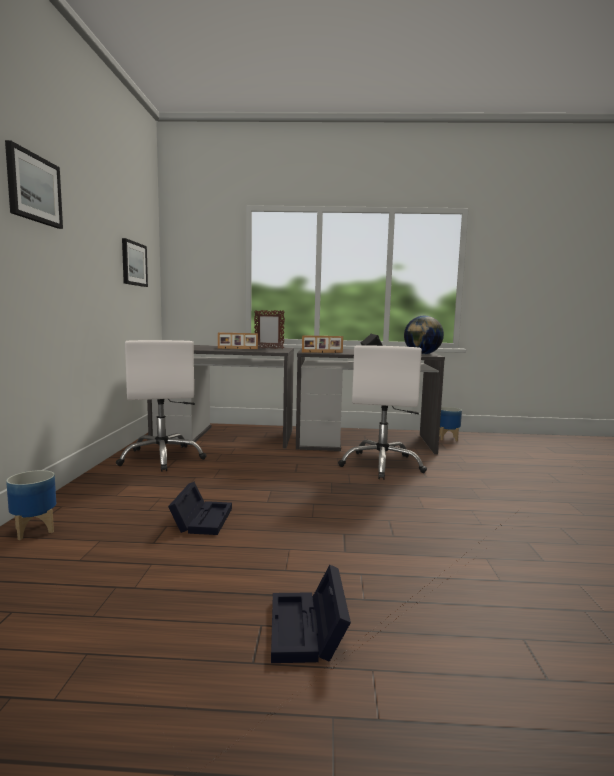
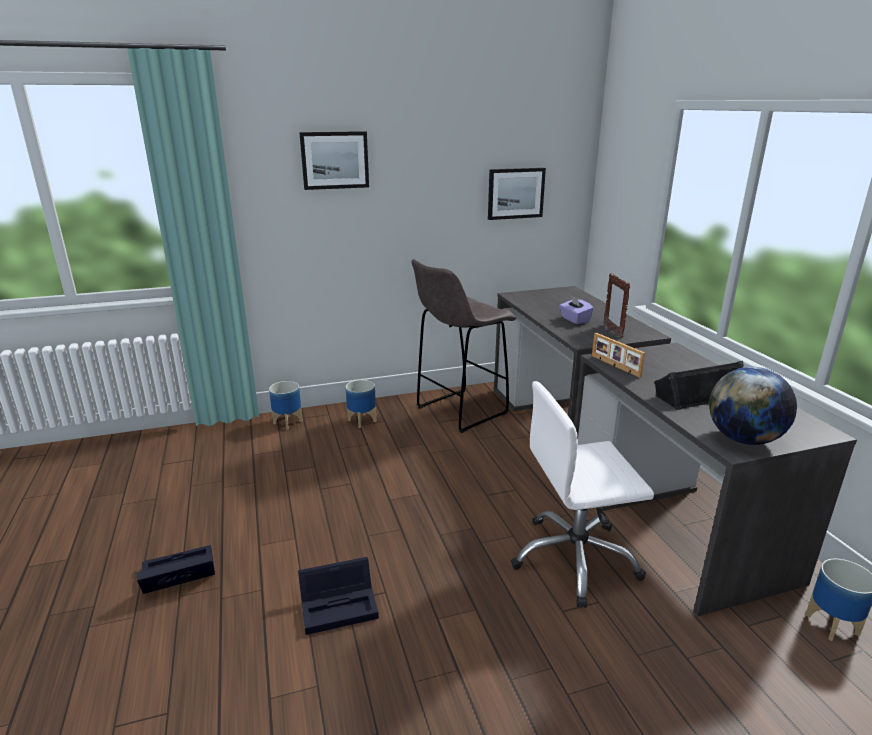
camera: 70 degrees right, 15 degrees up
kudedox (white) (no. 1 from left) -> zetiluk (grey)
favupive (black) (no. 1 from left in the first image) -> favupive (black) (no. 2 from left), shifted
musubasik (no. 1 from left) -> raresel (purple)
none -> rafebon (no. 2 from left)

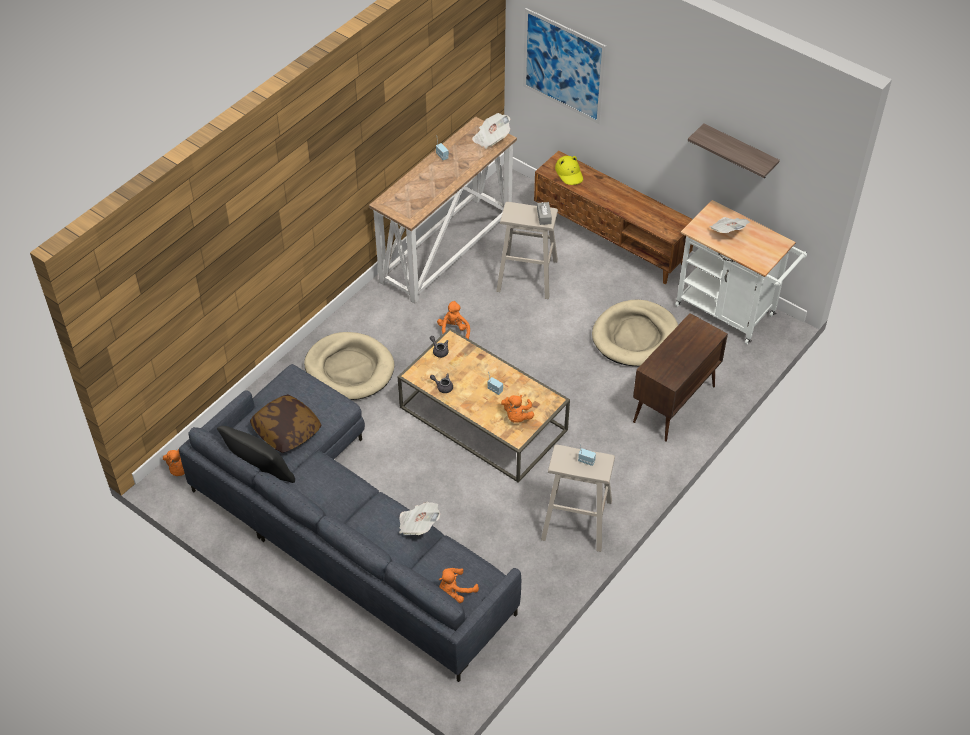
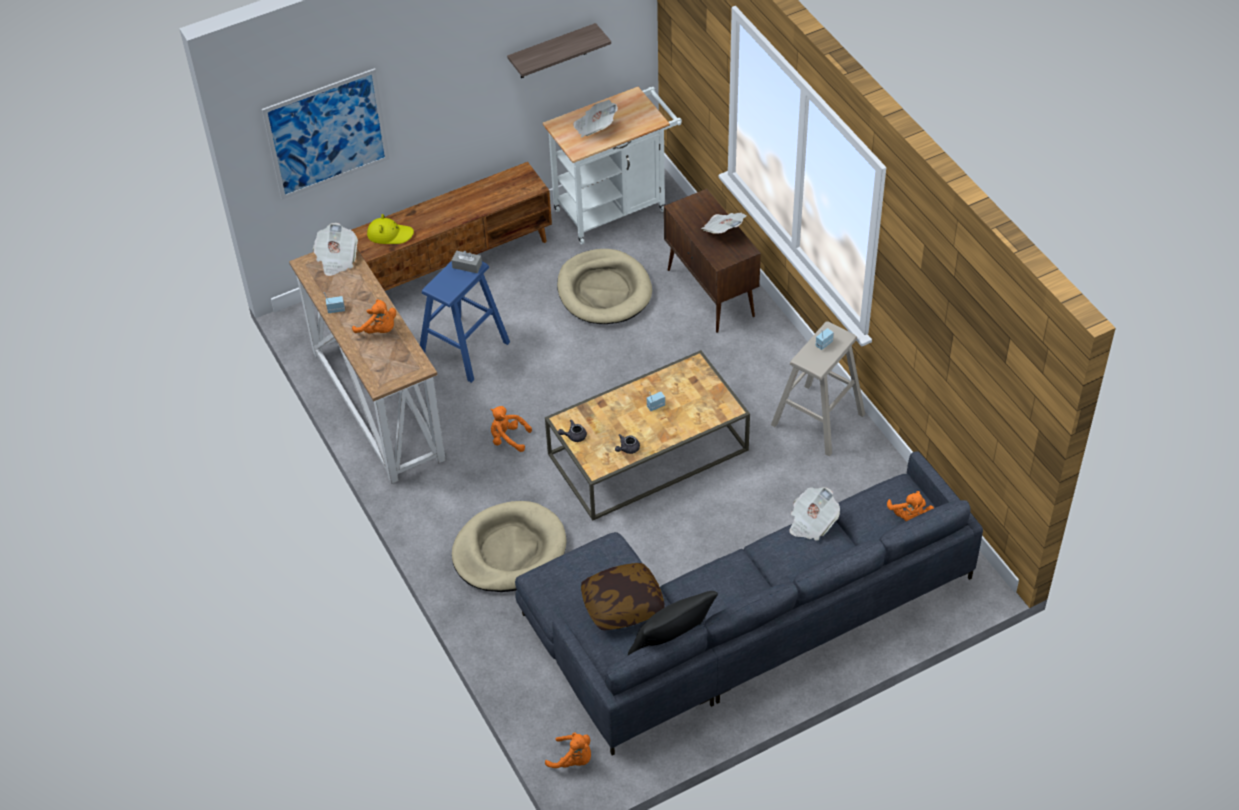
camera: 65 degrees left, 0 degrees up
zetiluk (beige) (no. 1 from left) -> zetiluk (blue)
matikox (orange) (no. 4 from left in the first image) -> matikox (orange) (no. 1 from left), shifted
none -> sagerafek (no. 3 from left)

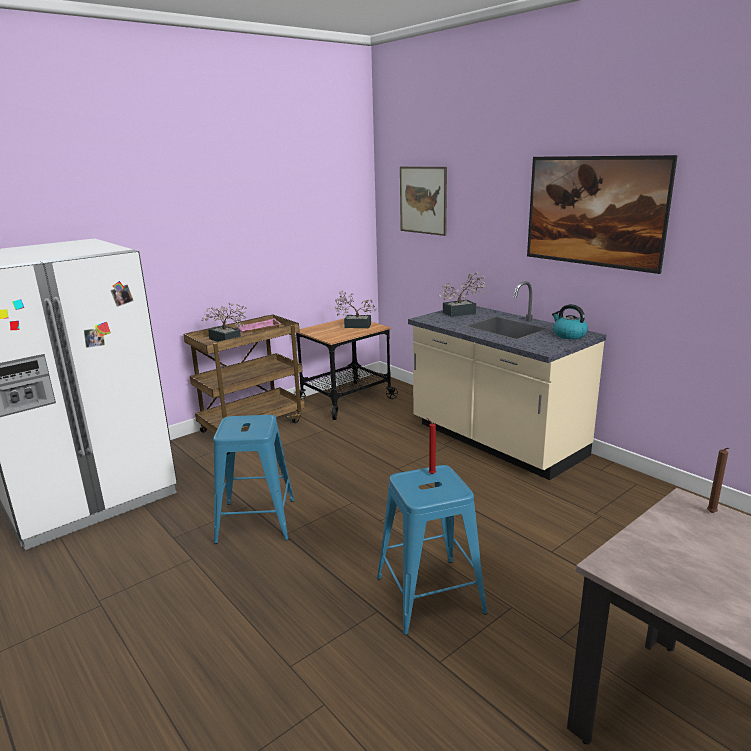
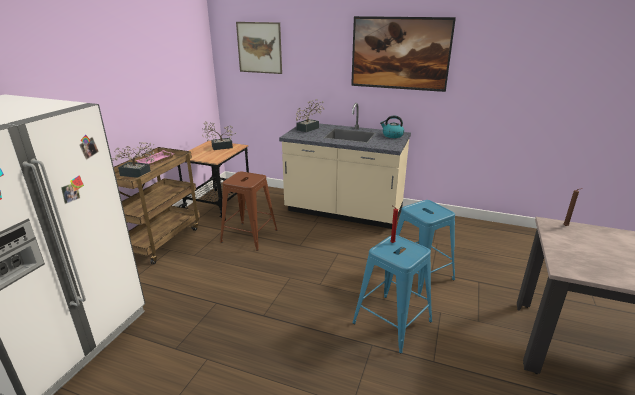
camera: 30 degrees left, 5 degrees up
zetiluk (blue) (no. 1 from left in the first image) -> zetiluk (blue) (no. 2 from left), shifted
none -> zetiluk (brown)

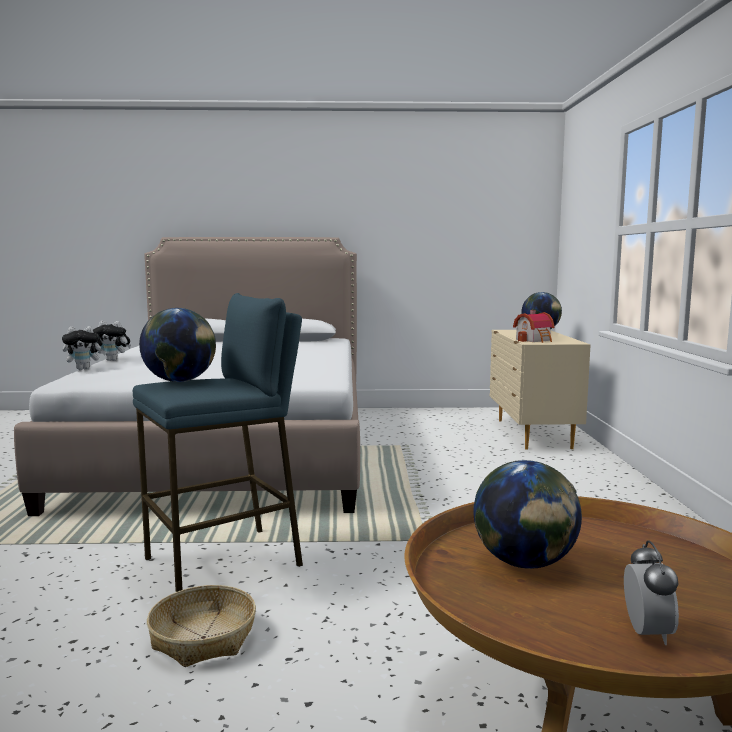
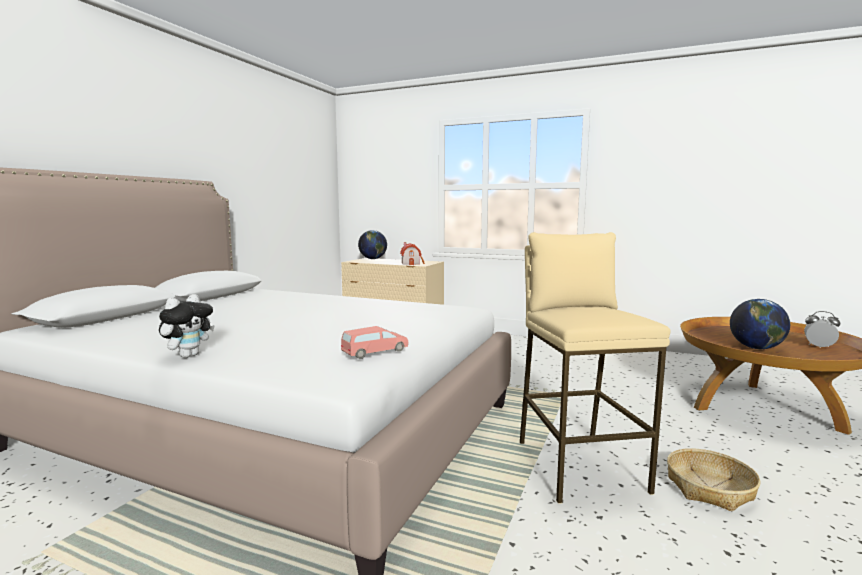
camera: 65 degrees left, 0 degrees up
matikox (no. 1 from left) -> none
zetiluk (blue) -> zetiluk (beige)
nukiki (no. 1 from left) -> none
none -> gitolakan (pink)

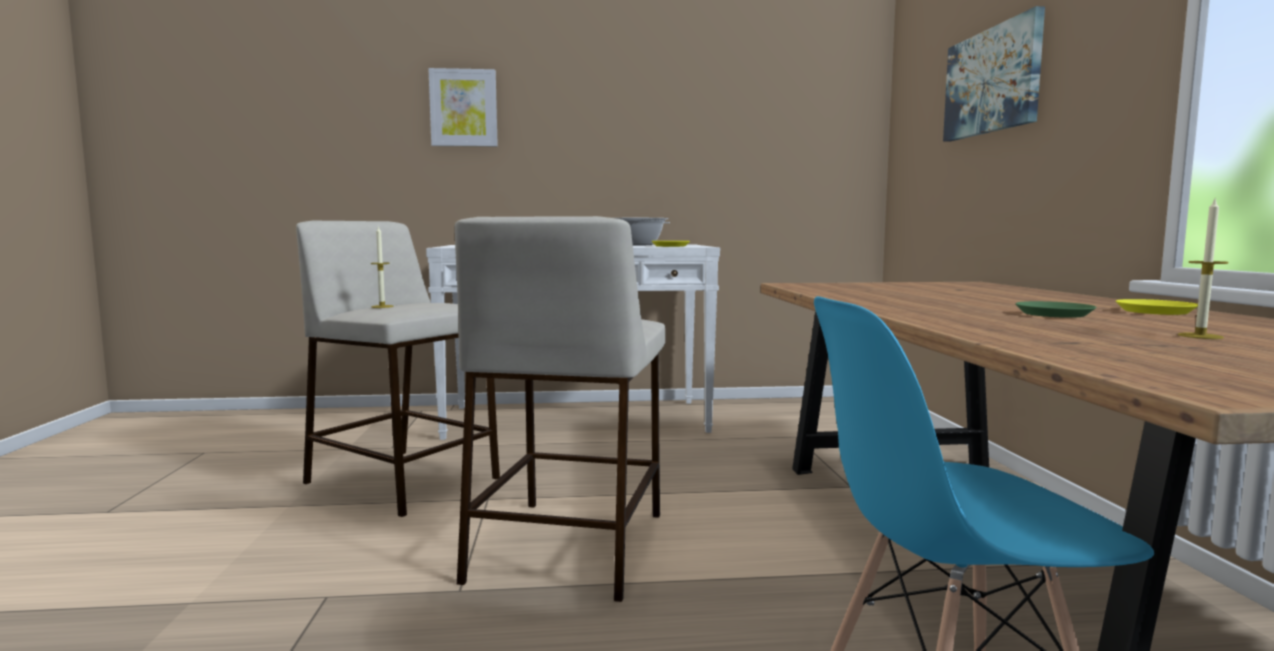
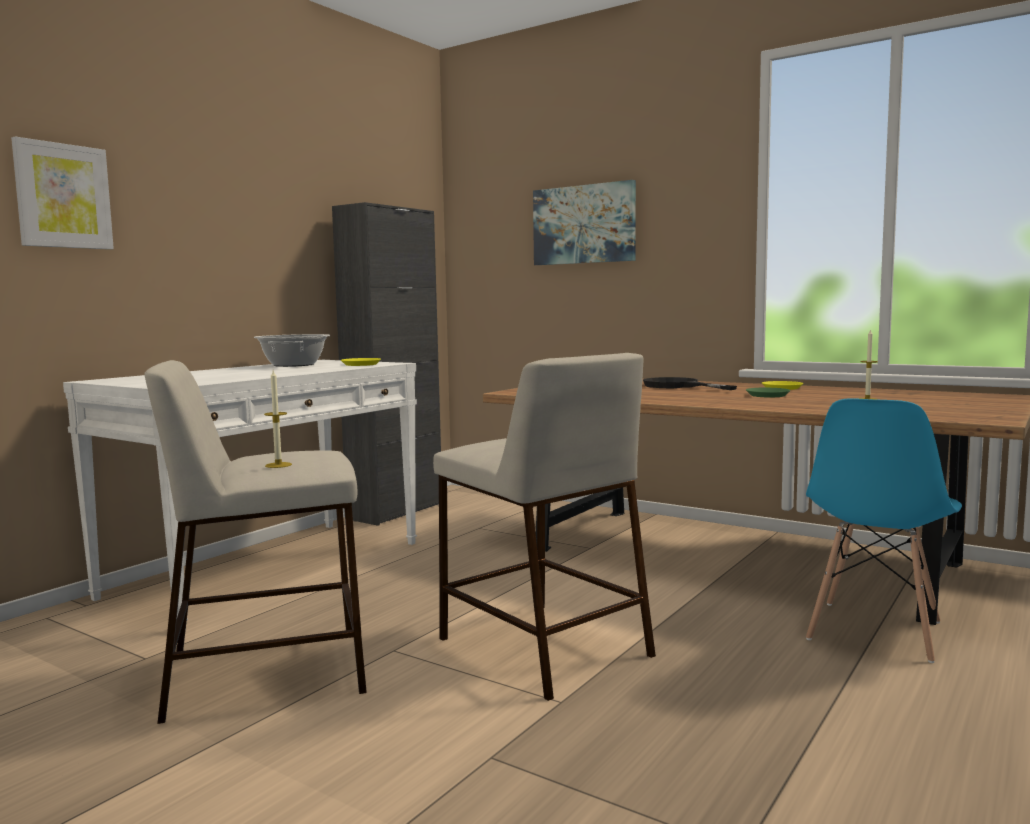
camera: 50 degrees left, 0 degrees up
none -> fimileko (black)
none -> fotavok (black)

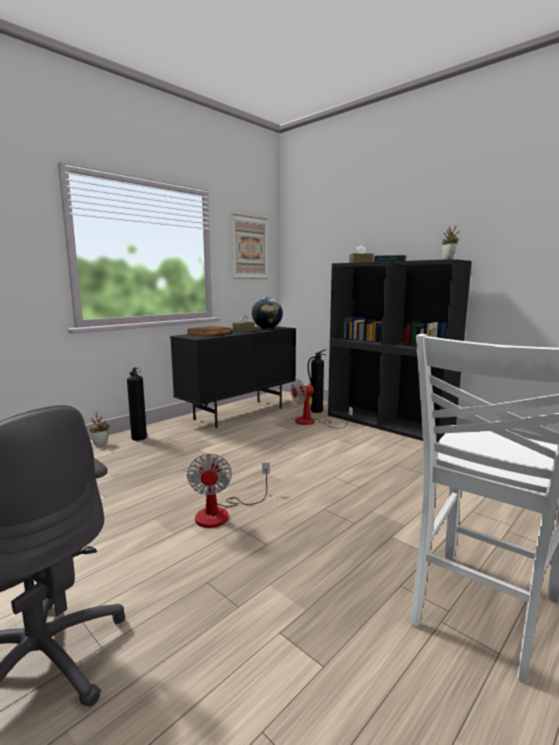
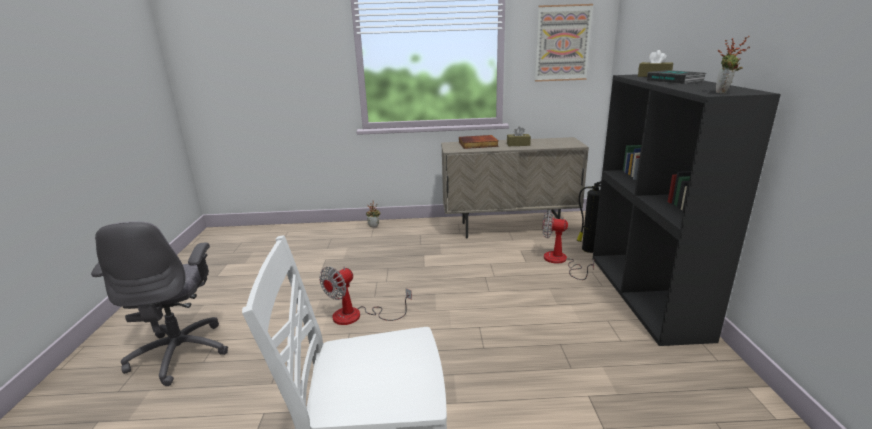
camera: 45 degrees right, 10 degrees up
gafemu (no. 1 from left) -> none
fimileko (black) -> fimileko (beige)
nukiki -> none

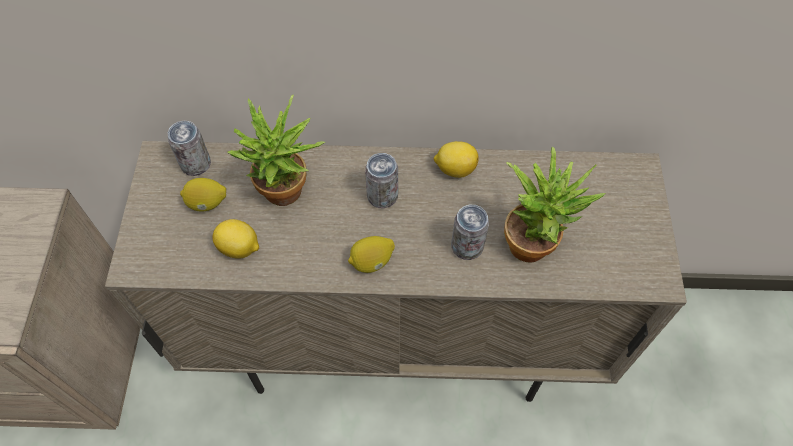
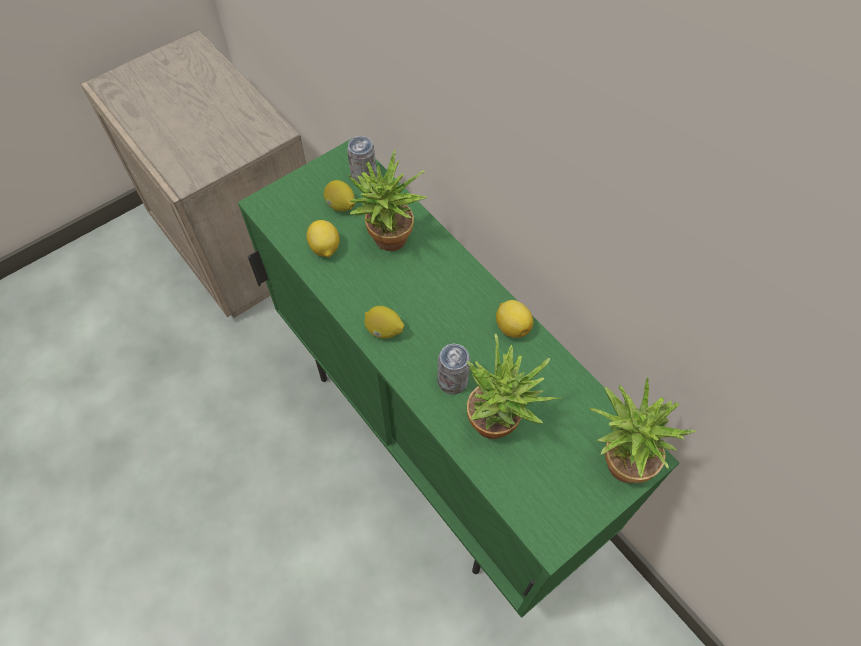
camera: 50 degrees right, 0 degrees up
fimileko (beige) -> fimileko (green)
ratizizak (no. 2 from left) -> none
none -> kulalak (no. 3 from left)

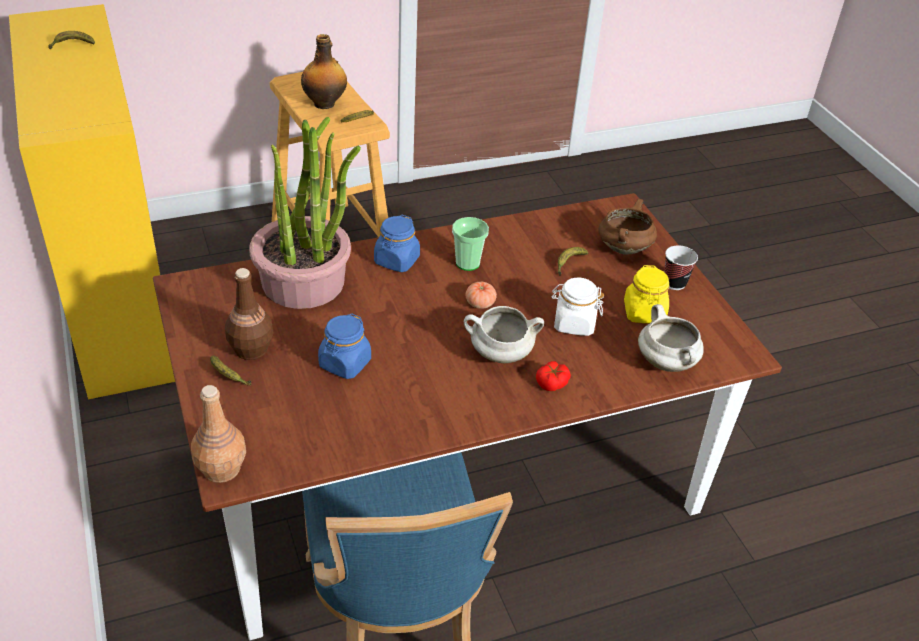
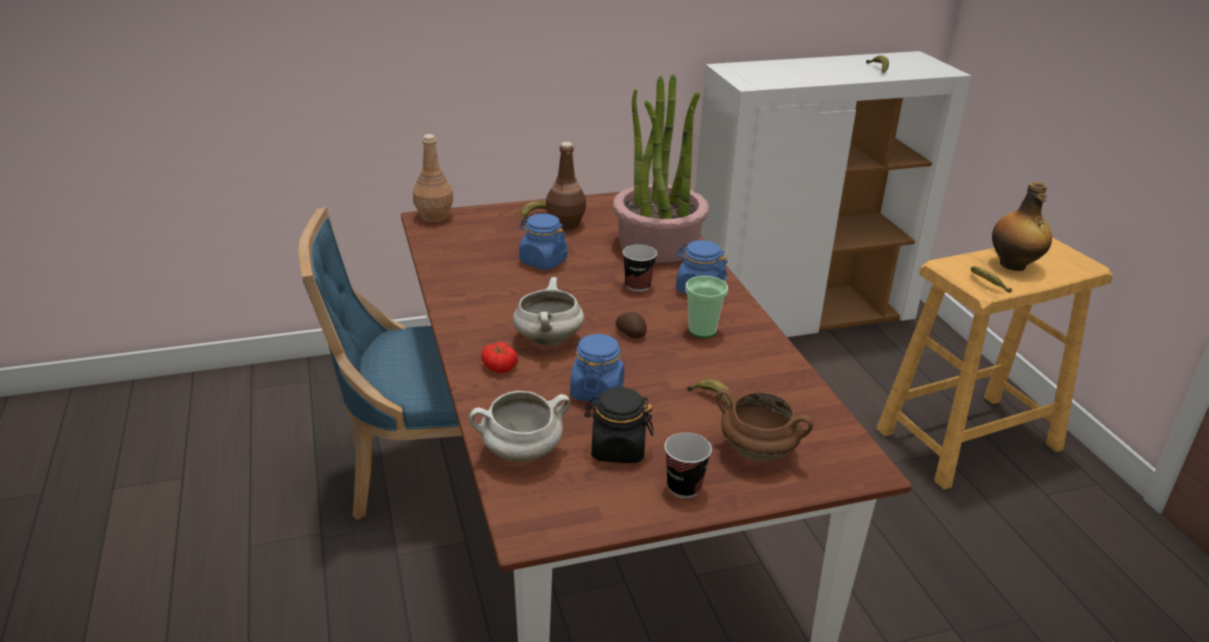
camera: 95 degrees right, 10 degrees down
fimileko (yellow) -> fimileko (white)
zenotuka (no. 1 from left) -> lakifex
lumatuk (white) -> lumatuk (blue) (no. 2 from left)
lumatuk (yellow) -> lumatuk (black)
none -> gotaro (no. 1 from left)

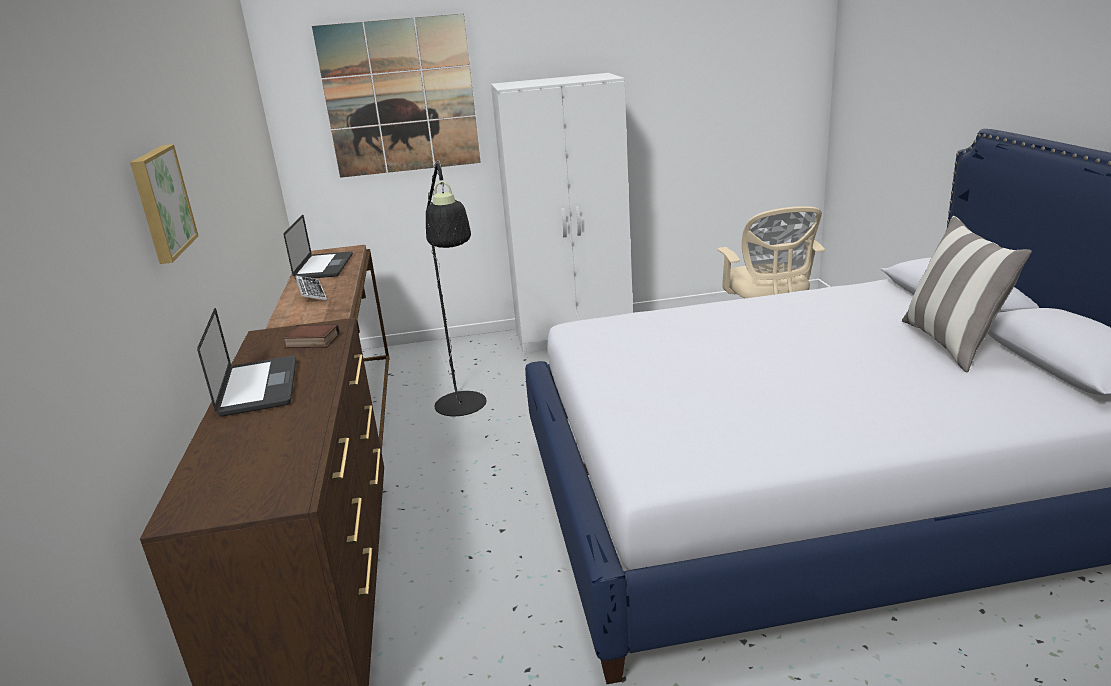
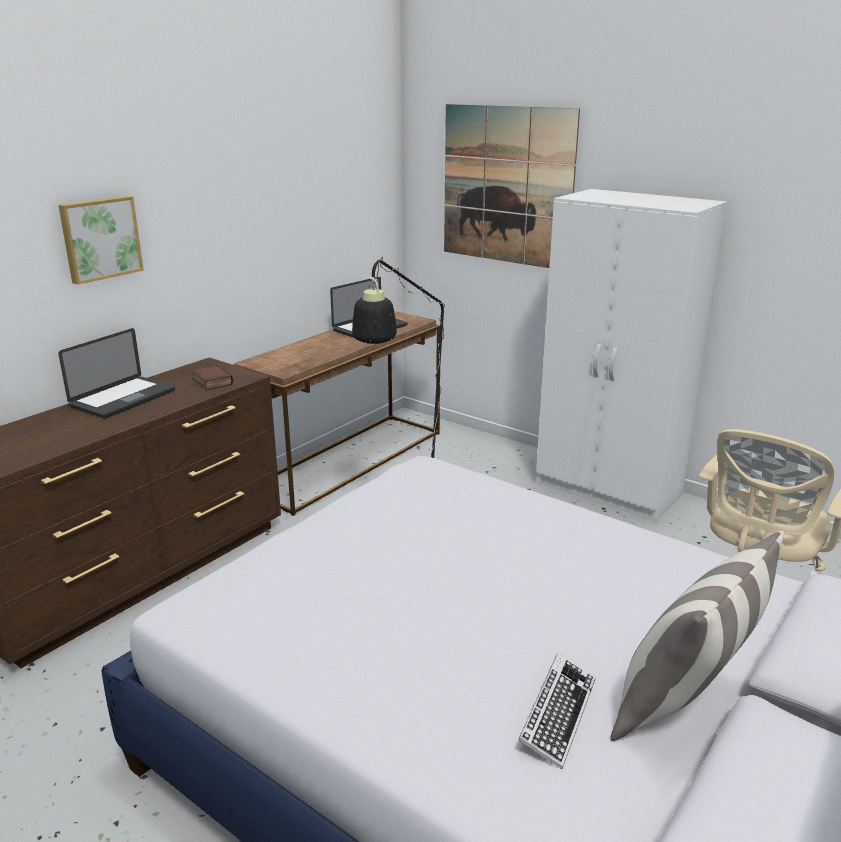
camera: 45 degrees right, 0 degrees up
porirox, shifted

